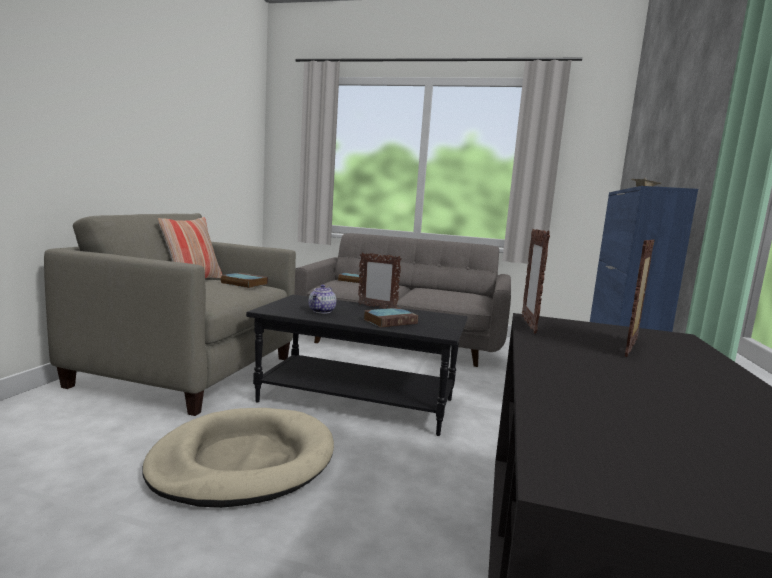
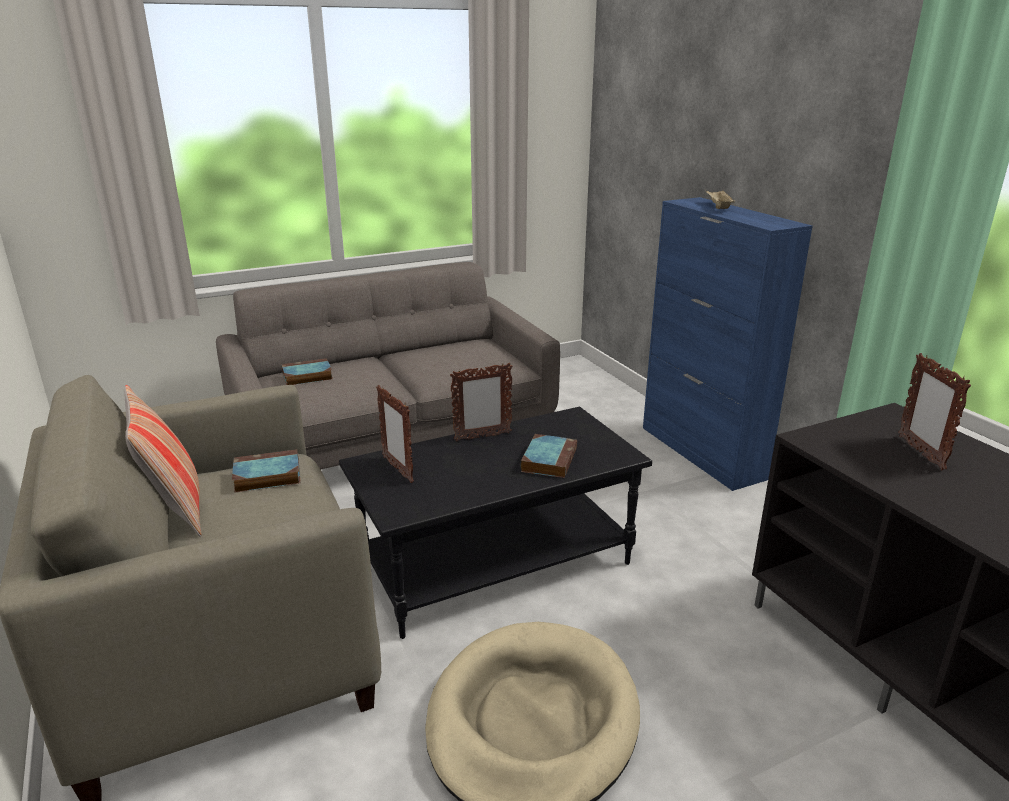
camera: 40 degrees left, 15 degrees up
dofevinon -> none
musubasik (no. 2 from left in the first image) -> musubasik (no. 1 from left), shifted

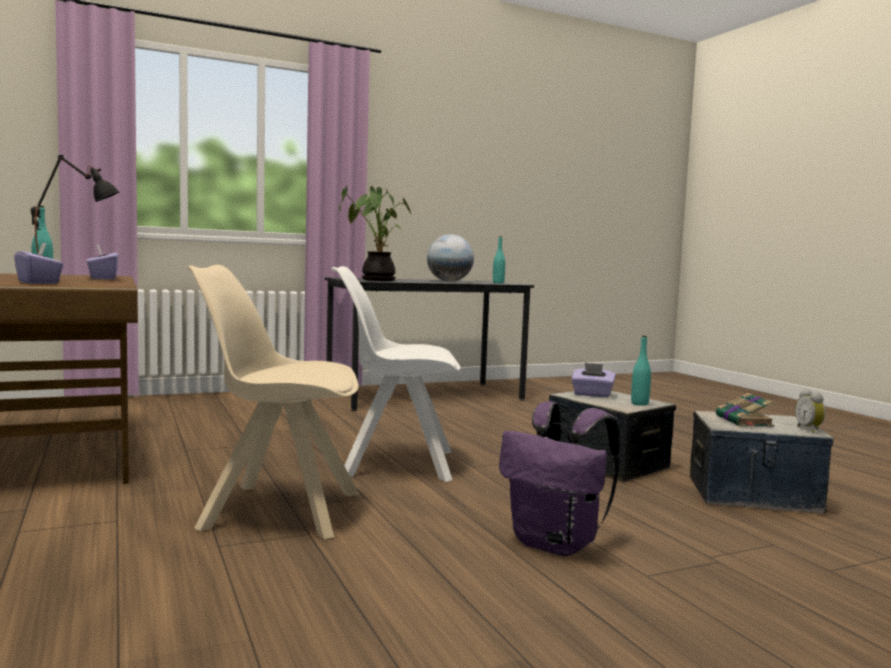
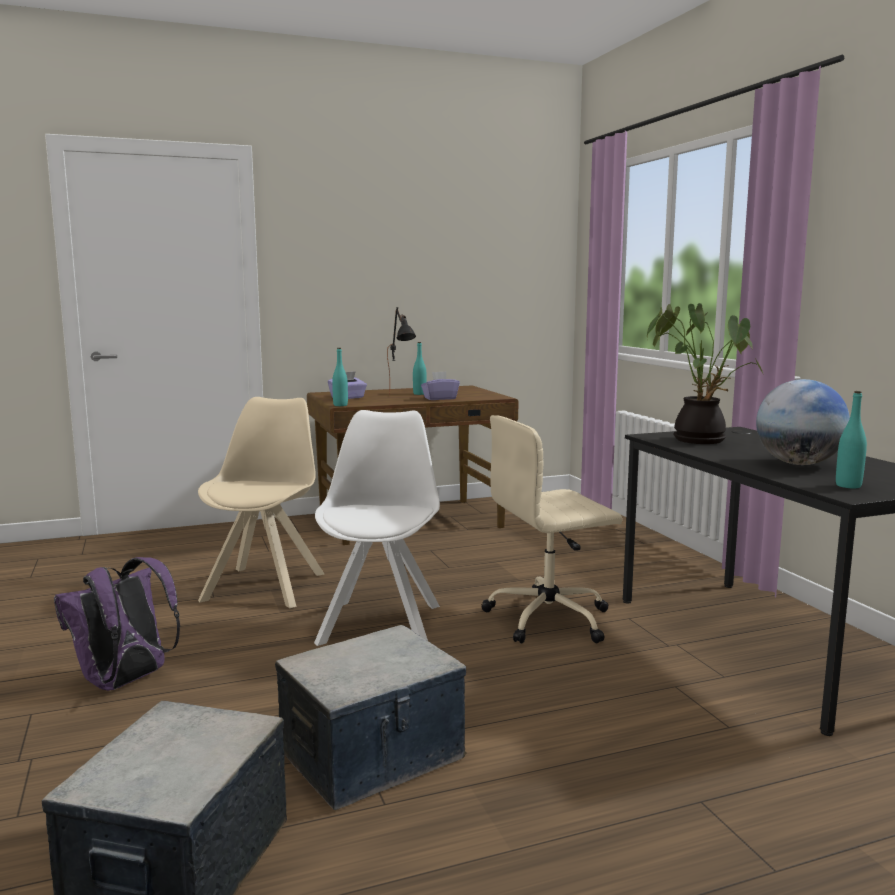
camera: 95 degrees right, 5 degrees up
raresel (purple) (no. 3 from left) -> none
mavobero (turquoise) (no. 3 from left in the first image) -> mavobero (turquoise) (no. 1 from left), shifted
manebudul -> none
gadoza -> none
none -> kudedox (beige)

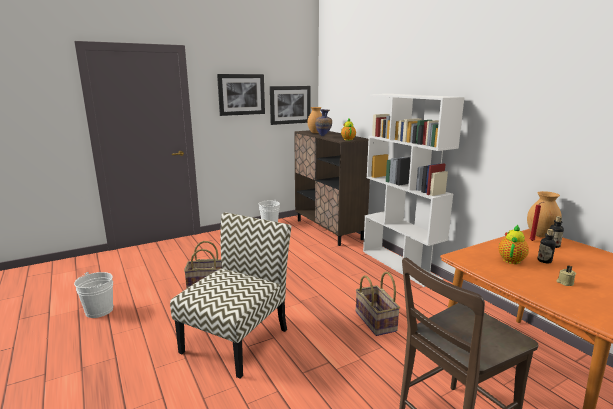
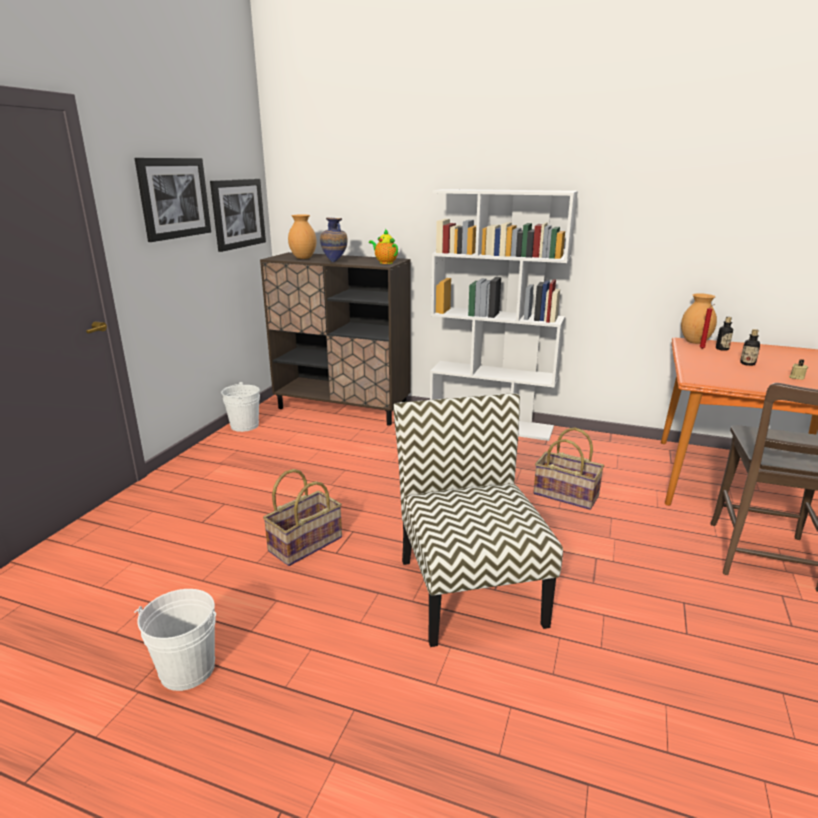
camera: 40 degrees left, 5 degrees up
dofevinon (no. 2 from left) -> none

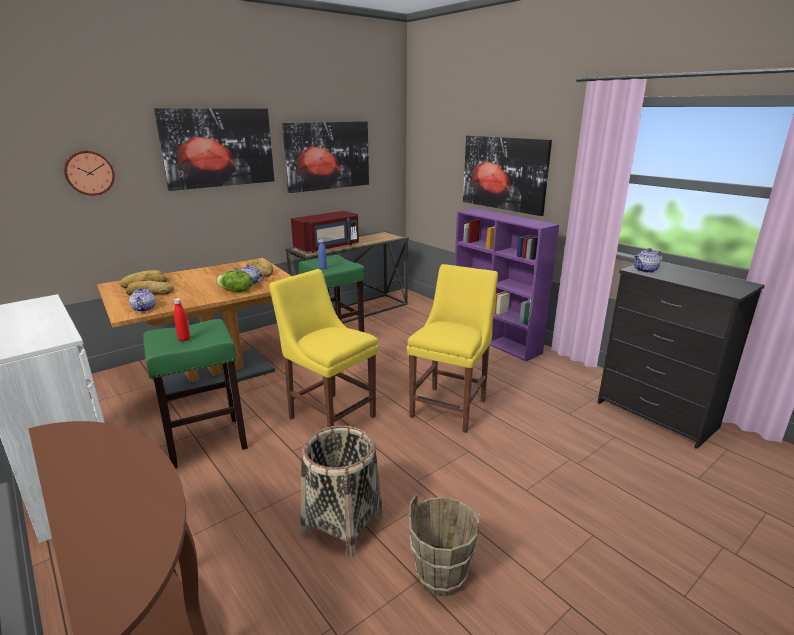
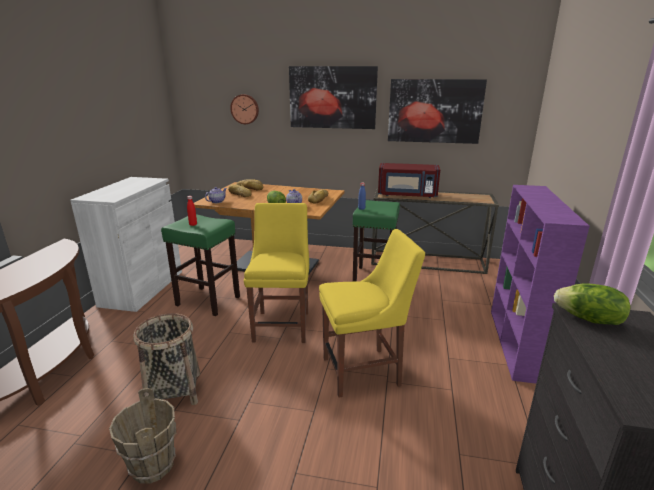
camera: 50 degrees right, 0 degrees up
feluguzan (no. 3 from left) -> none
dofevinon (no. 3 from left) -> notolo (no. 2 from left)

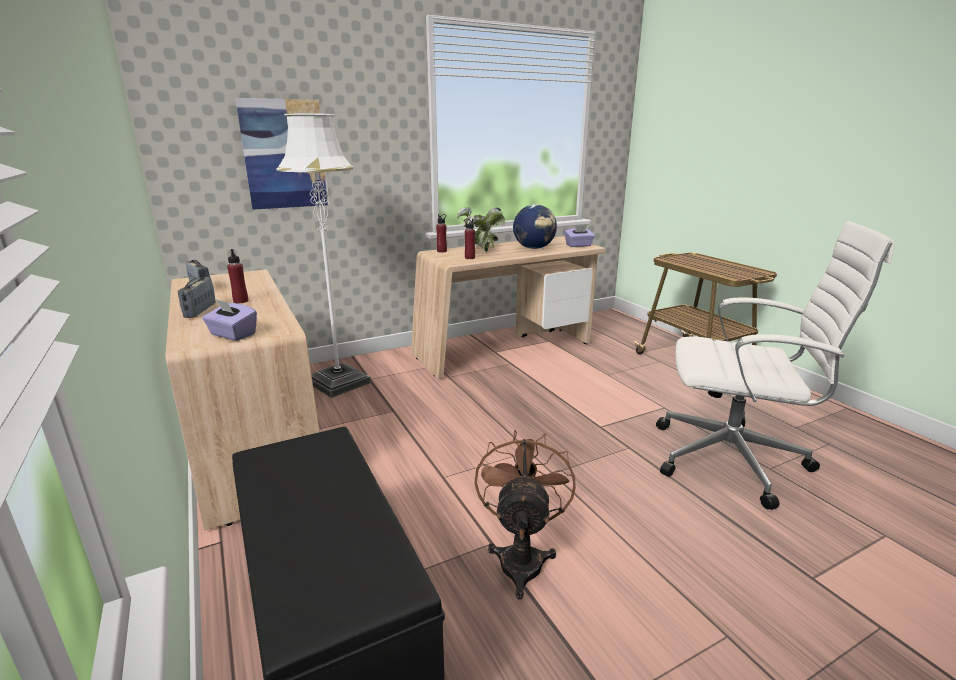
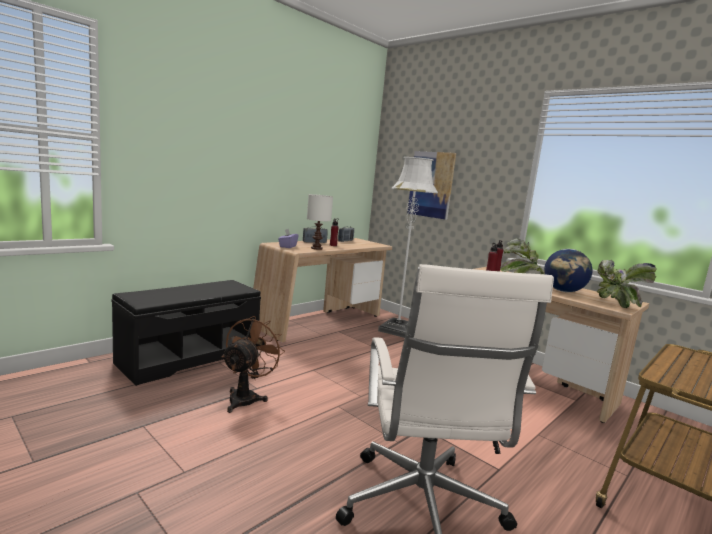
camera: 70 degrees right, 10 degrees down
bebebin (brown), 60 degrees counterclockwise
raresel (purple) (no. 2 from left) -> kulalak (no. 2 from left)
none -> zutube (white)

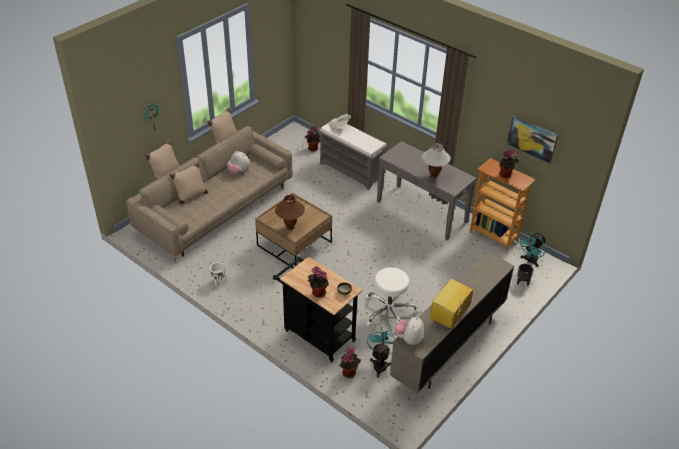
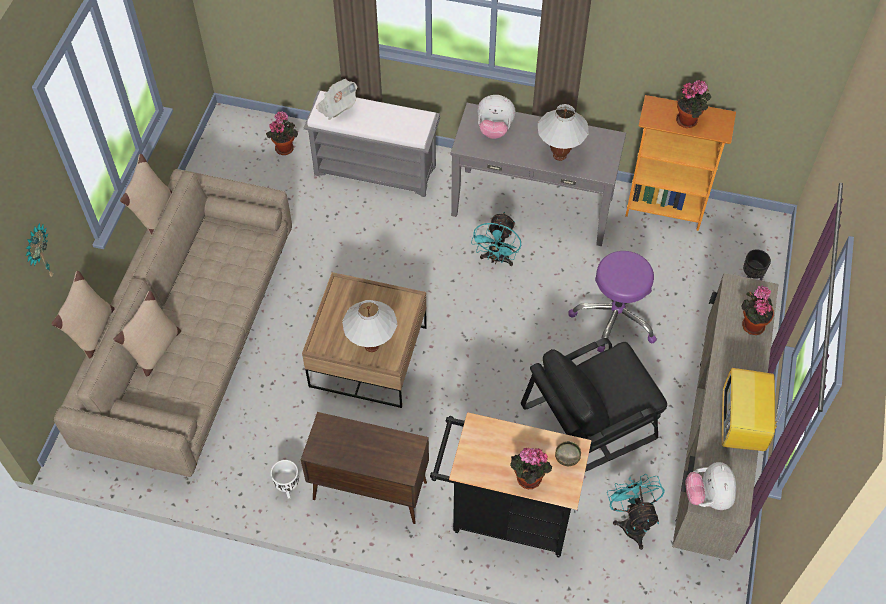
camera: 25 degrees left, 15 degrees up
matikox (no. 1 from left), shifted
zutube (brown) -> zutube (white) (no. 1 from left)
kulalak (no. 3 from left in the first image) -> kulalak (no. 4 from left), shifted
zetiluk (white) -> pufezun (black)
feluguzan -> none
bebebin (turquoise) (no. 2 from left in the first image) -> bebebin (turquoise) (no. 1 from left), shifted
none -> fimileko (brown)
none -> zetiluk (purple)

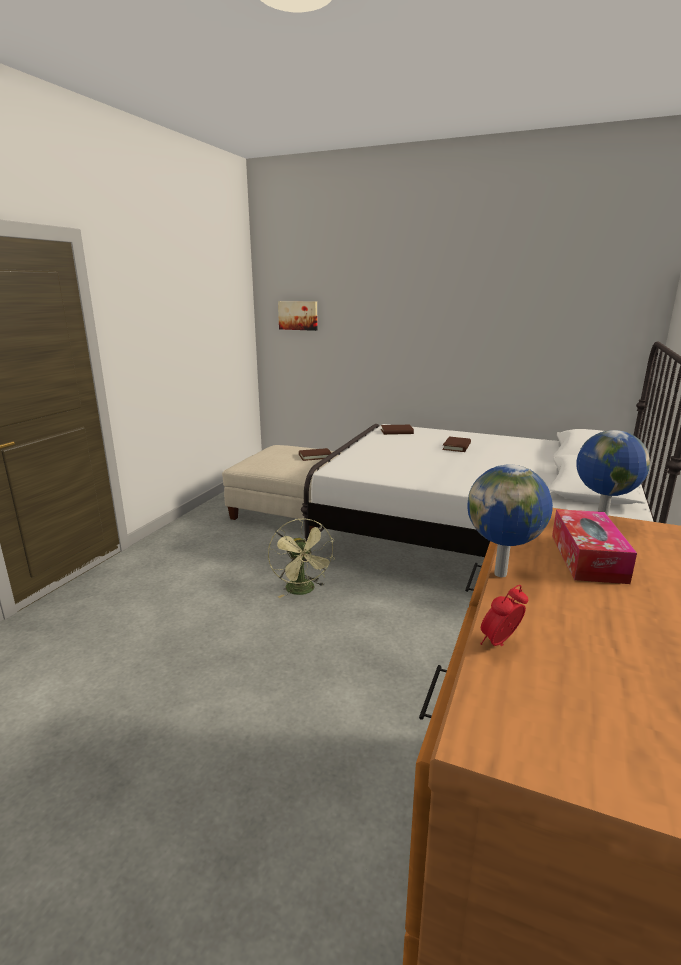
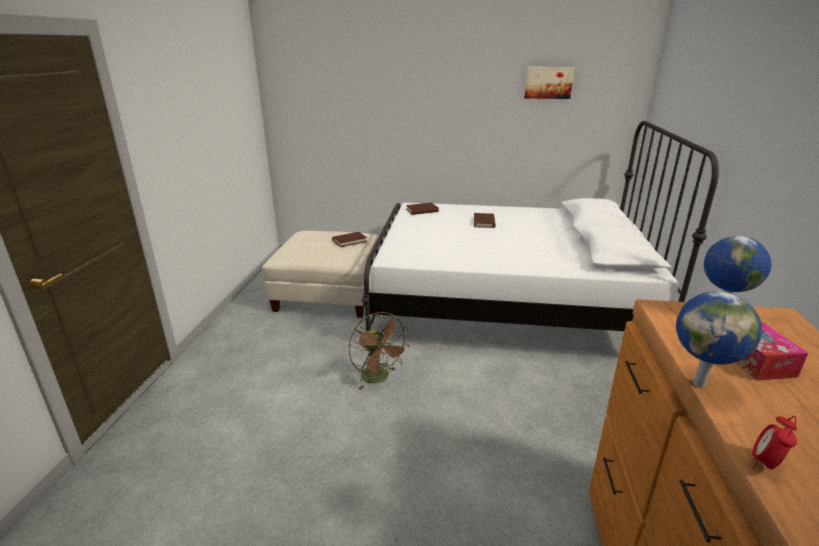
camera: 15 degrees left, 5 degrees up
bebebin (green) -> bebebin (brown)
feluguzan, shifted

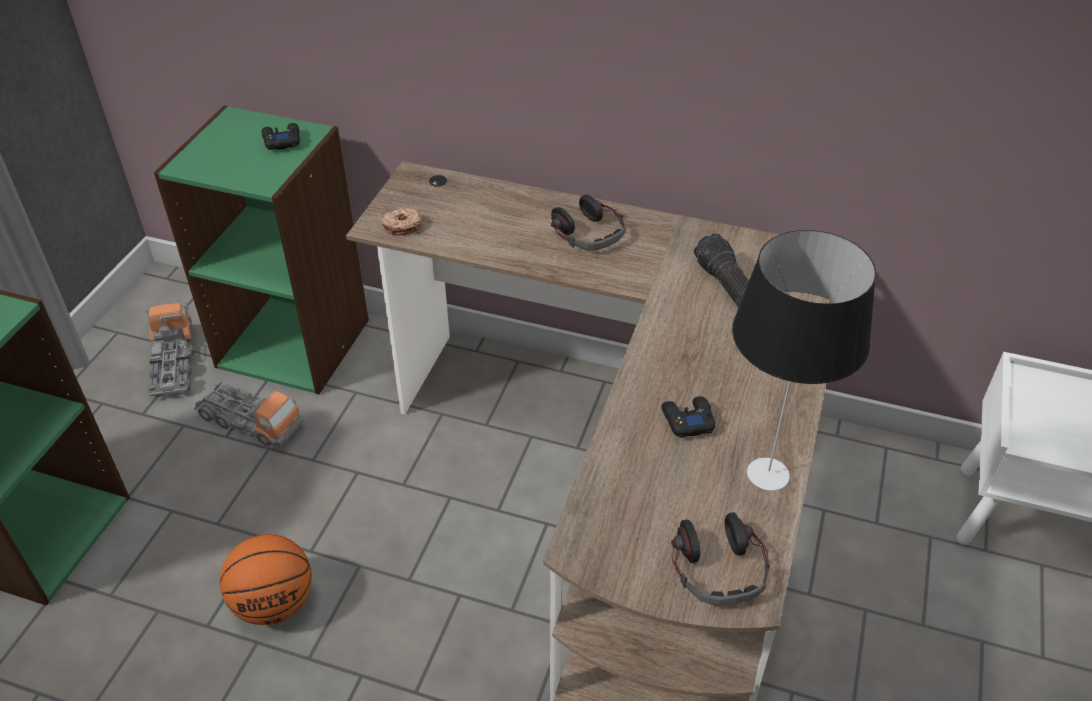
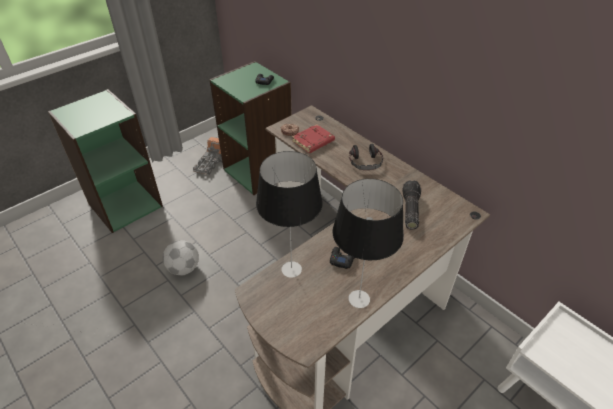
camera: 30 degrees right, 0 degrees up
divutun (no. 2 from left) -> none
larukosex -> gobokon
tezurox (no. 2 from left) -> none
none -> zutube (no. 1 from left)
none -> manebudul (red)

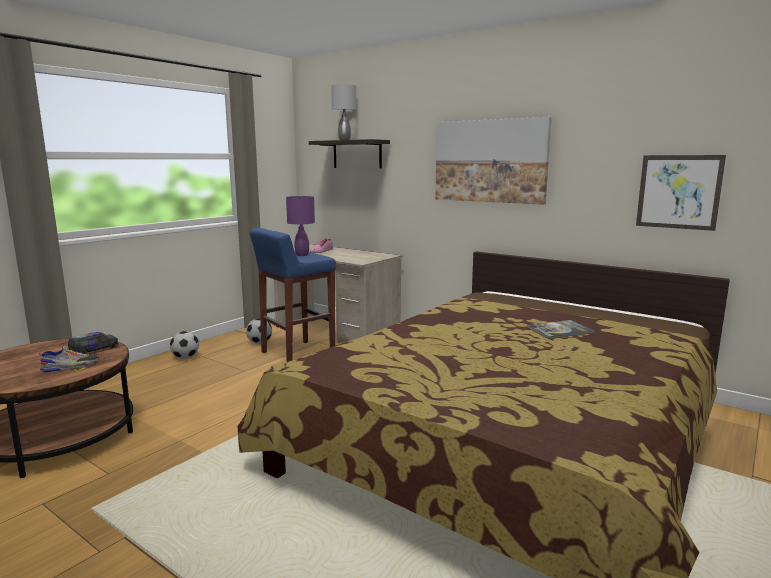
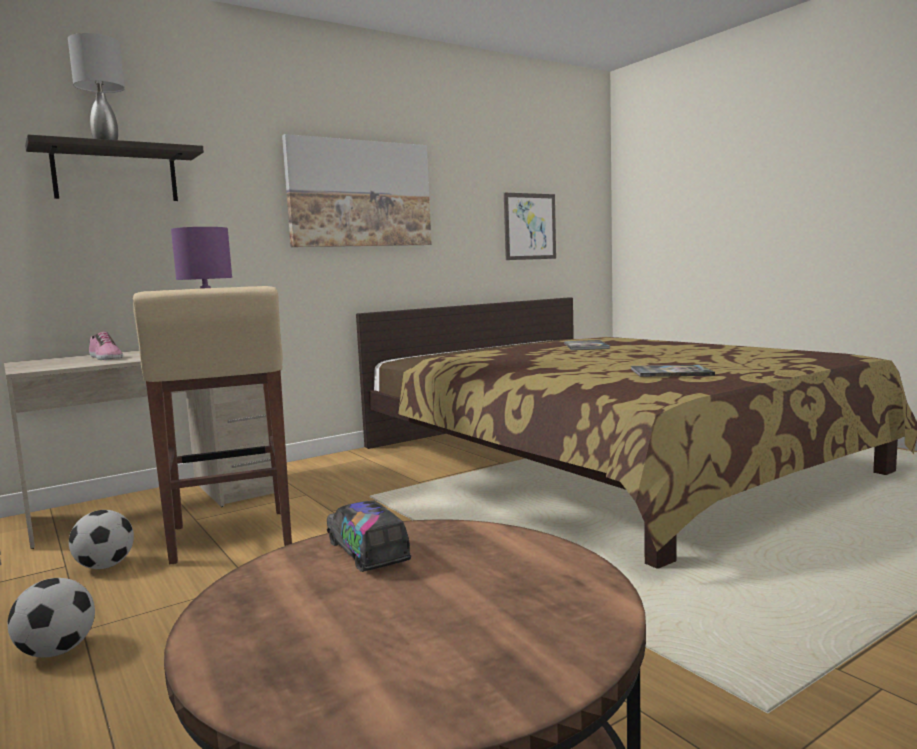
camera: 70 degrees left, 5 degrees down
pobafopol (no. 1 from left) -> none
zetiluk (blue) -> zetiluk (beige)
none -> manebudul (no. 2 from left)

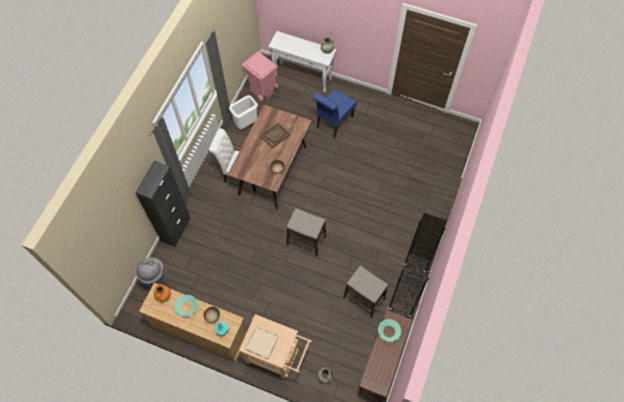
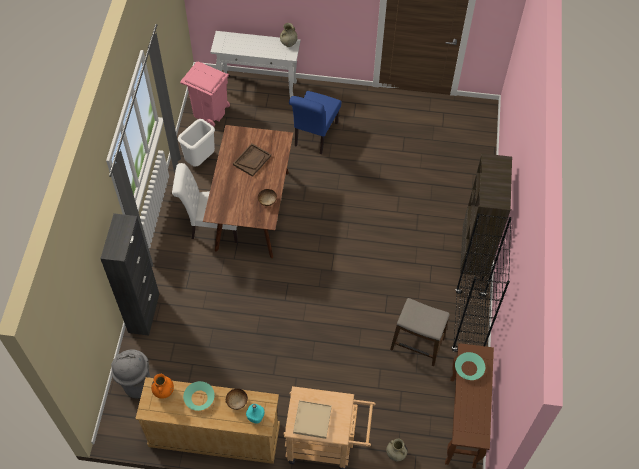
camera: 15 degrees left, 5 degrees down
zetiluk (no. 1 from left) -> none

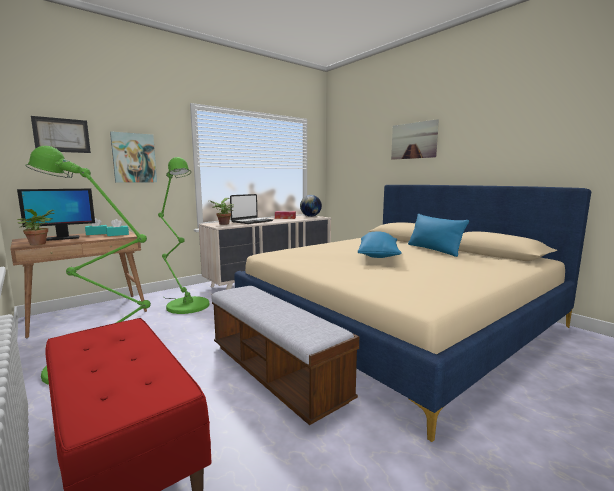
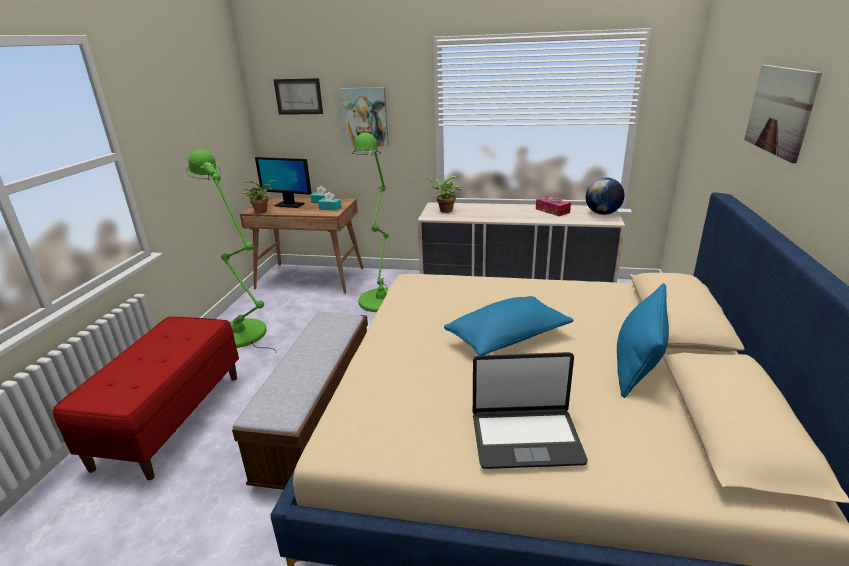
camera: 50 degrees right, 15 degrees up
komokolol, shifted

